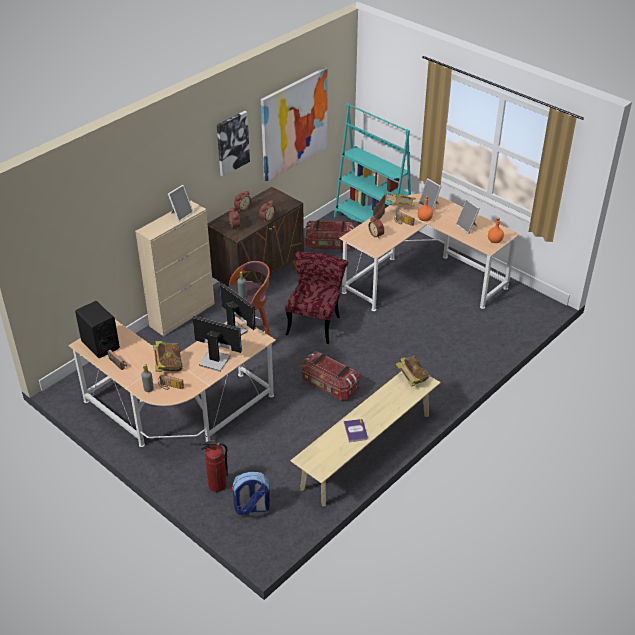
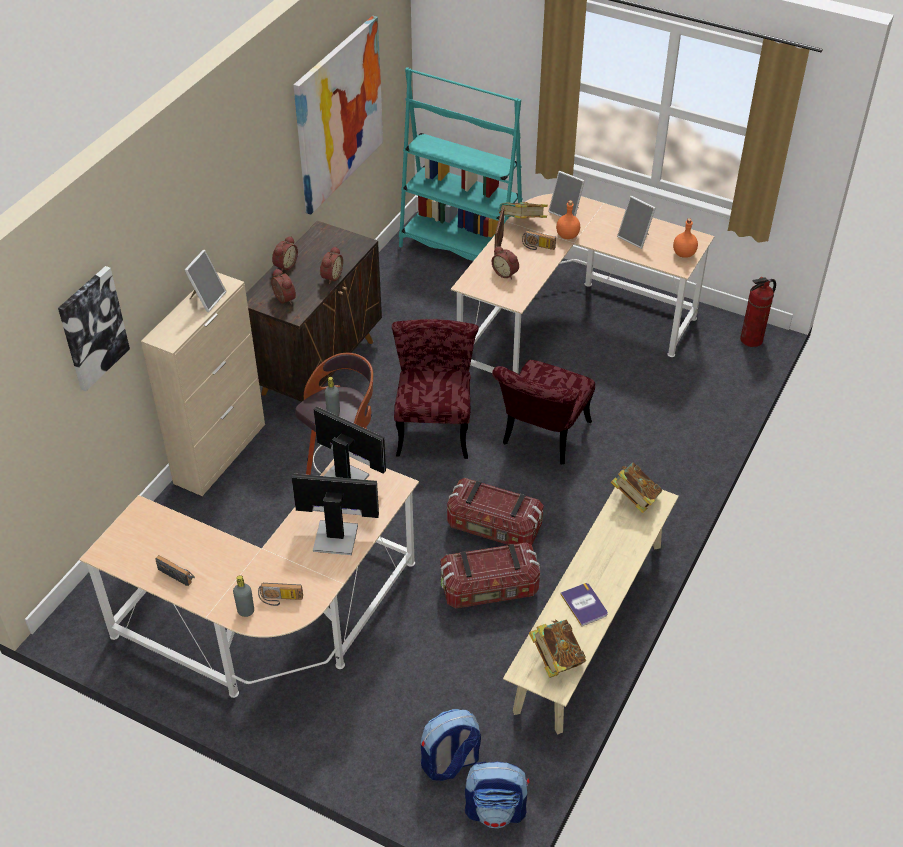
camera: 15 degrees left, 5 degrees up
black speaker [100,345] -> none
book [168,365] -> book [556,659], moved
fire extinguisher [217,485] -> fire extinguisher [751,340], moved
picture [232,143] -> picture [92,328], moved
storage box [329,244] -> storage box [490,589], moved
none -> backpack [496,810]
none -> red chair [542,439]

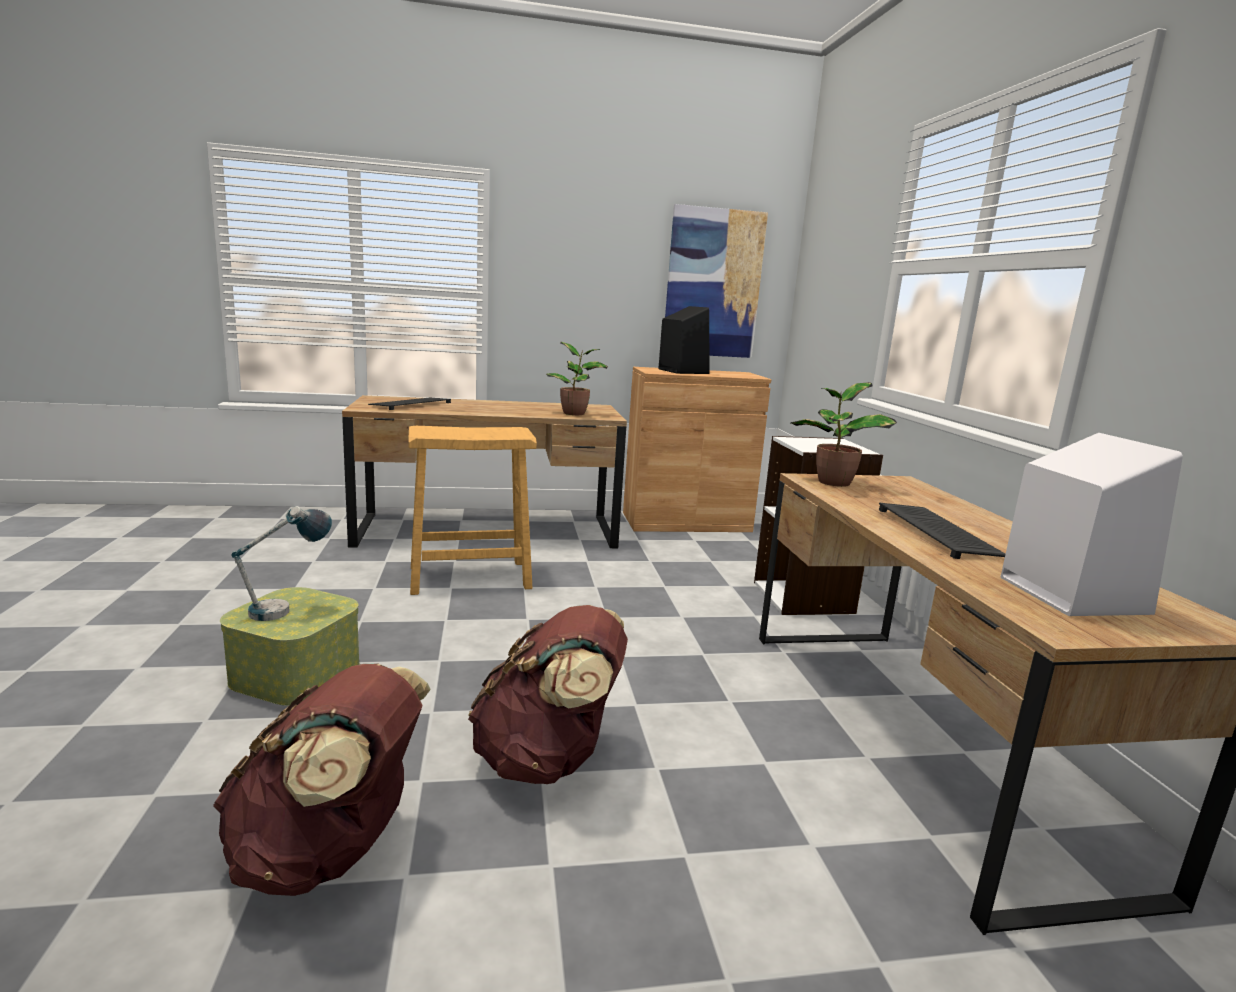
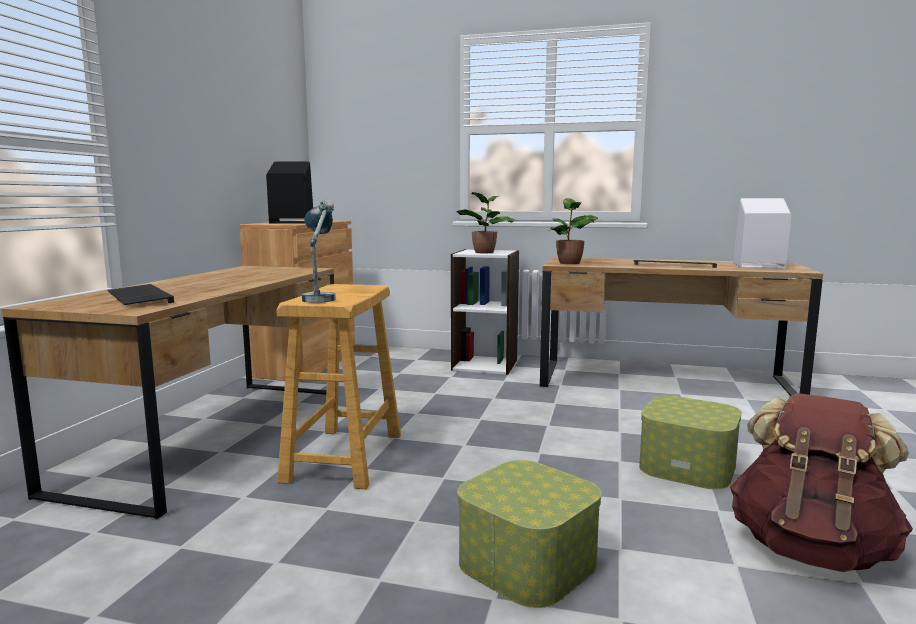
camera: 65 degrees left, 5 degrees down
table lamp [287,609] -> table lamp [320,297], moved
brown backpack [548,759] -> storage box [687,466]
potted plant [575,413] -> potted plant [485,252], moved
picture [713,283] -> none

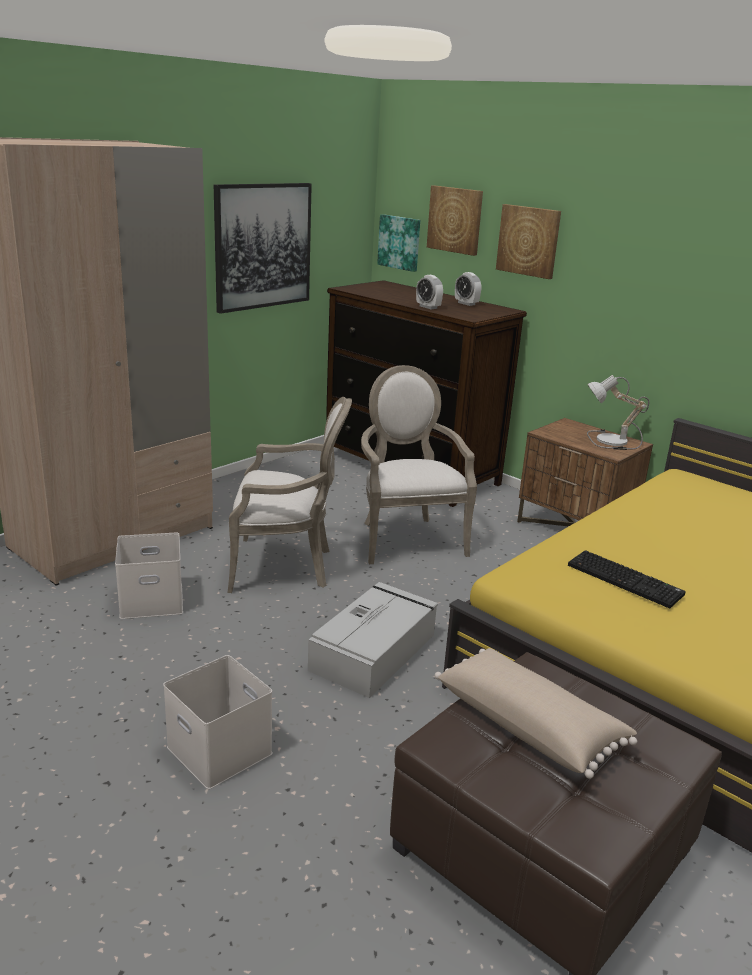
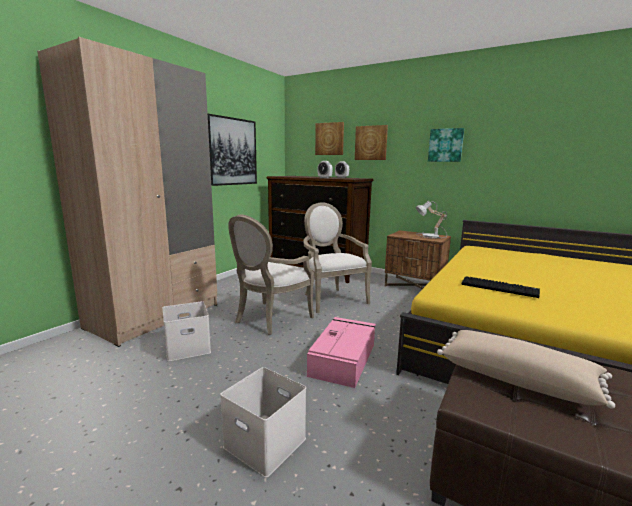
camera: 10 degrees left, 10 degrees down
armchair [286,566] -> armchair [269,319], 135 degrees clockwise
grey storage box [374,651] -> pink storage box [343,358]
picture [400,242] -> picture [445,145], moved

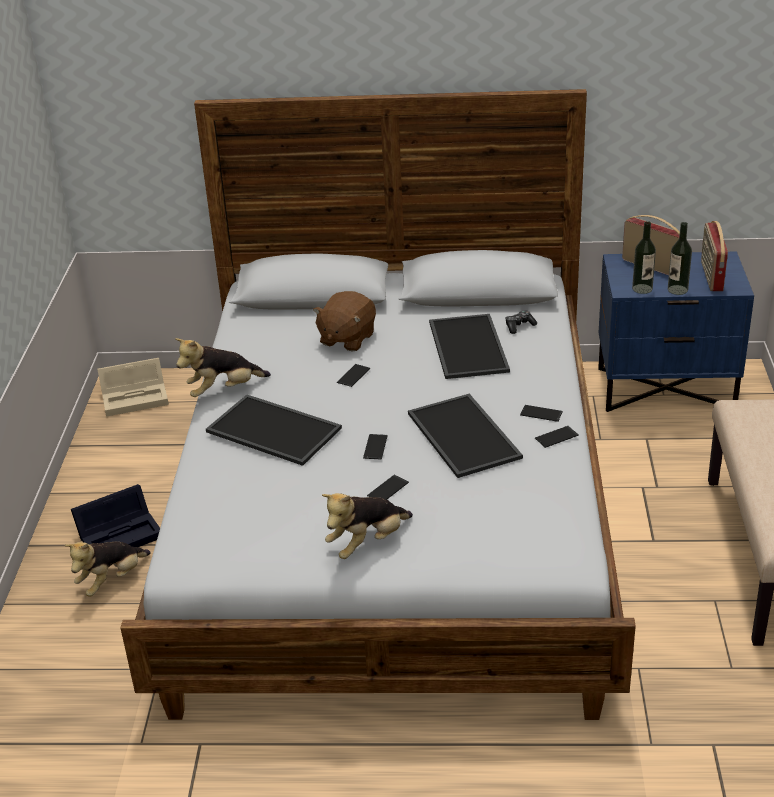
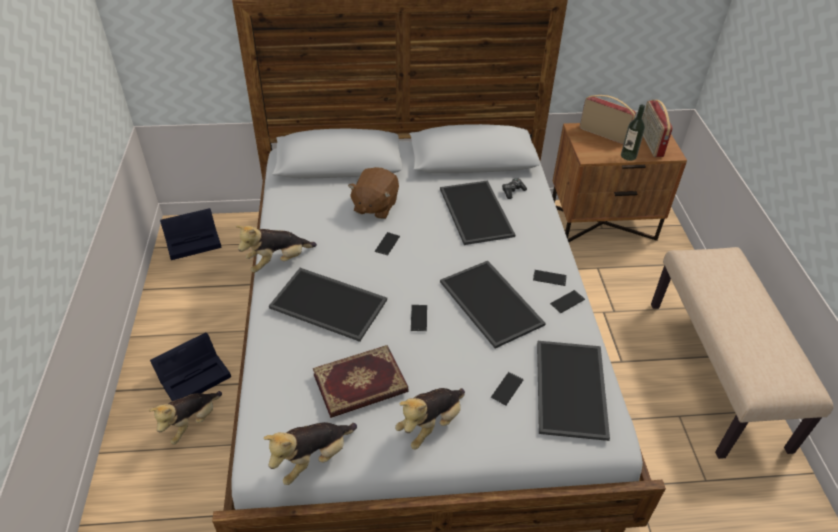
camera: 10 degrees left, 10 degrees up
beige storage box [136,397] -> black storage box [194,241]
phone [388,489] -> phone [507,388], moved
blue nightstand [666,387] -> brown nightstand [602,222]
bottle [642,289] -> none
none -> plush toy [313,459]
none -> book [361,384]
none -> tray [573,390]

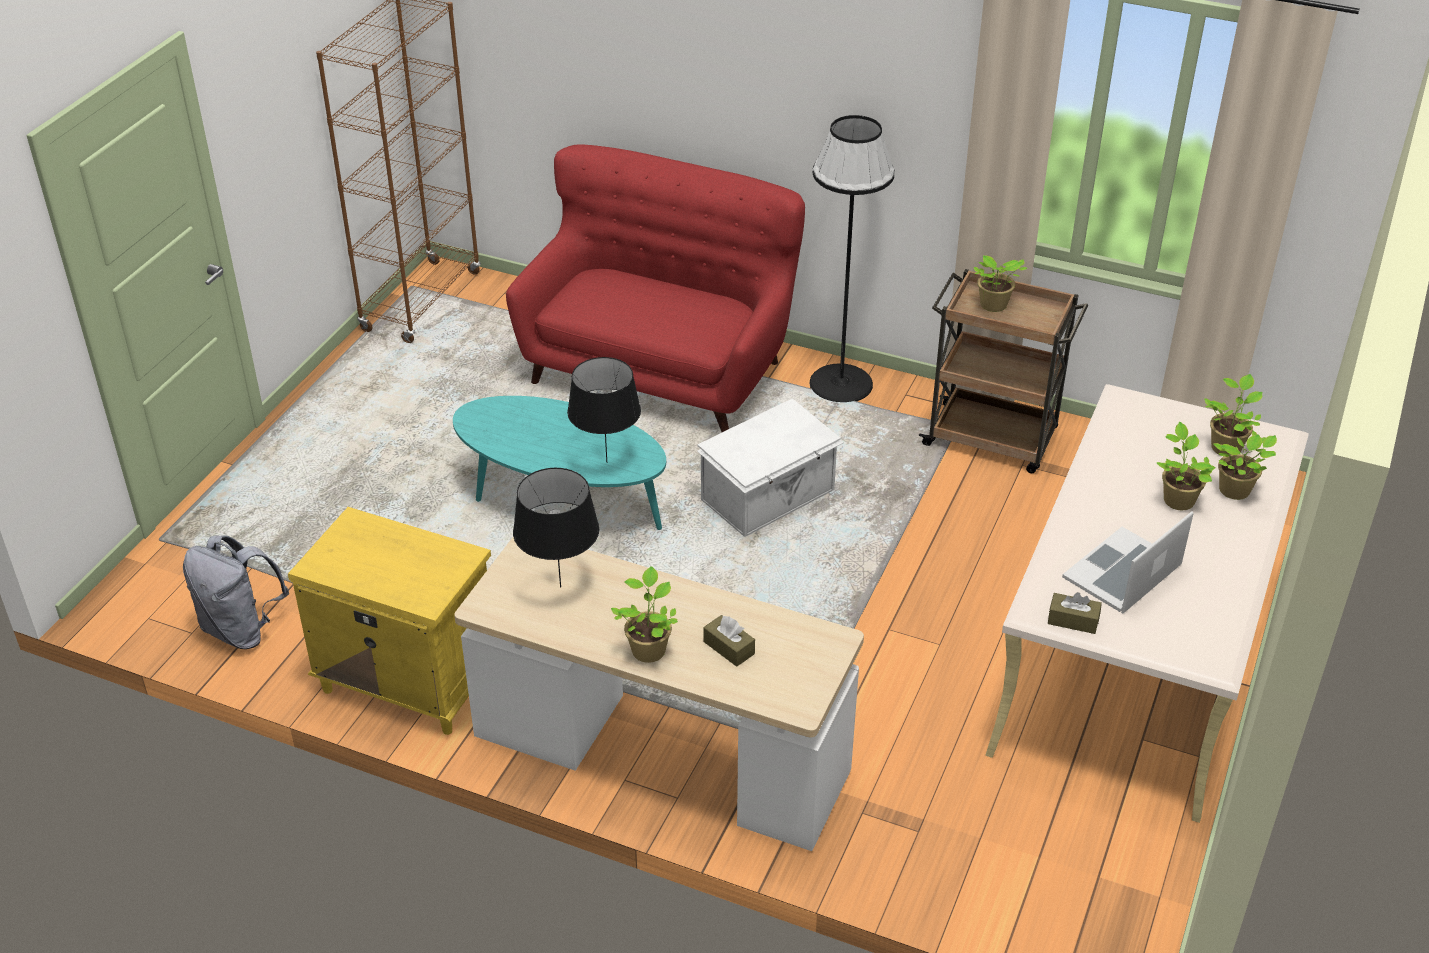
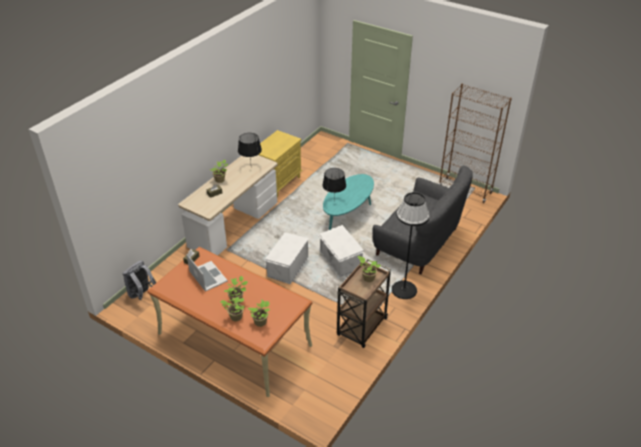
camera: 100 degrees right, 0 degrees up
grey backpack [242,629] -> grey backpack [141,294], moved
red sofa [659,367] -> grey sofa [419,242]
beige desk [1136,653] -> orange desk [234,339]
none -> white storage box [287,267]

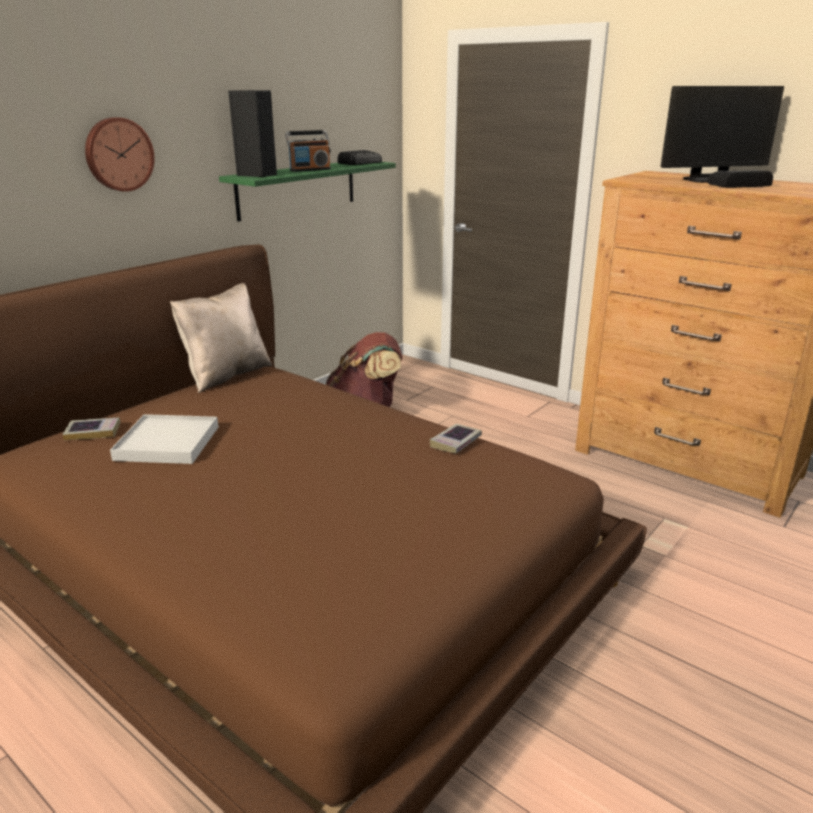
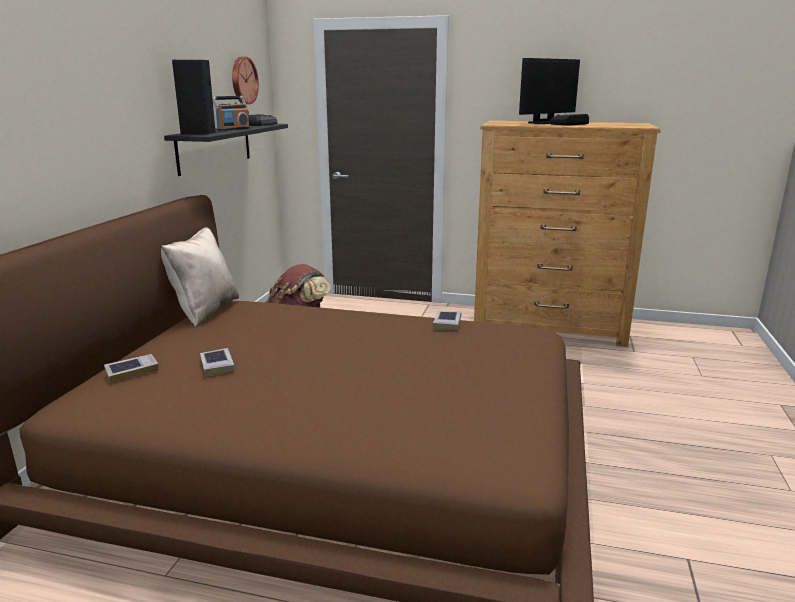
camera: 25 degrees left, 5 degrees down
wall clock [118,154] -> wall clock [243,80], moved
white tray [167,443] -> book [217,365]
green shelf [297,189] -> black shelf [215,147]

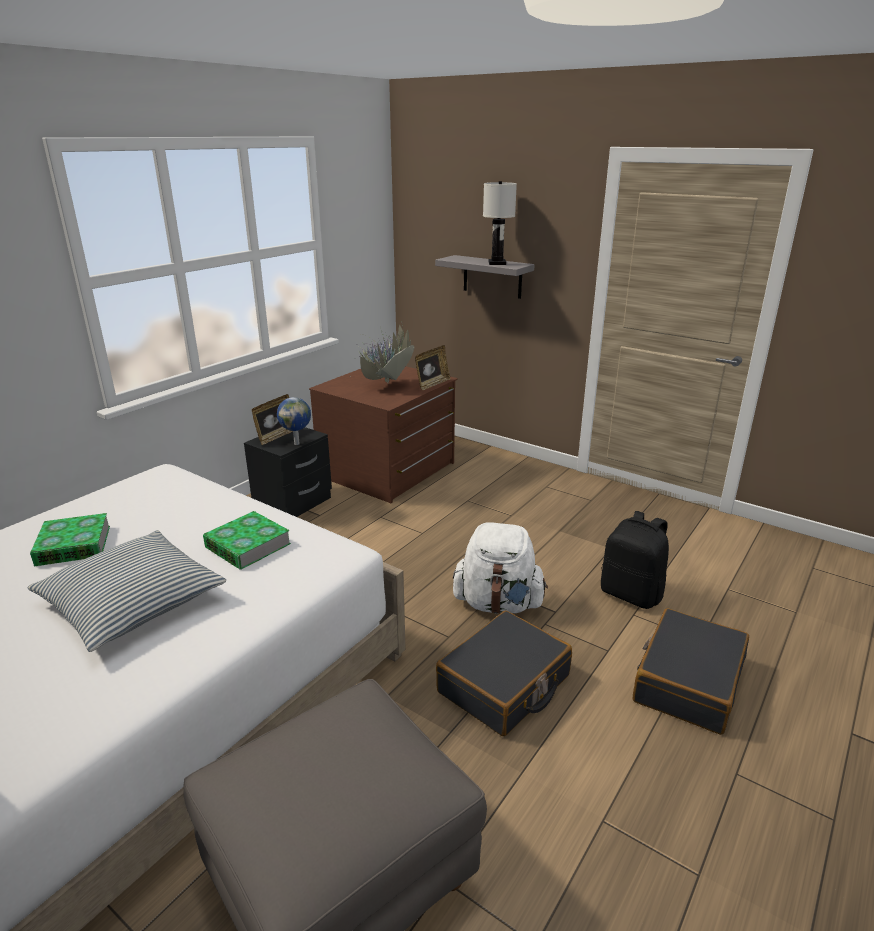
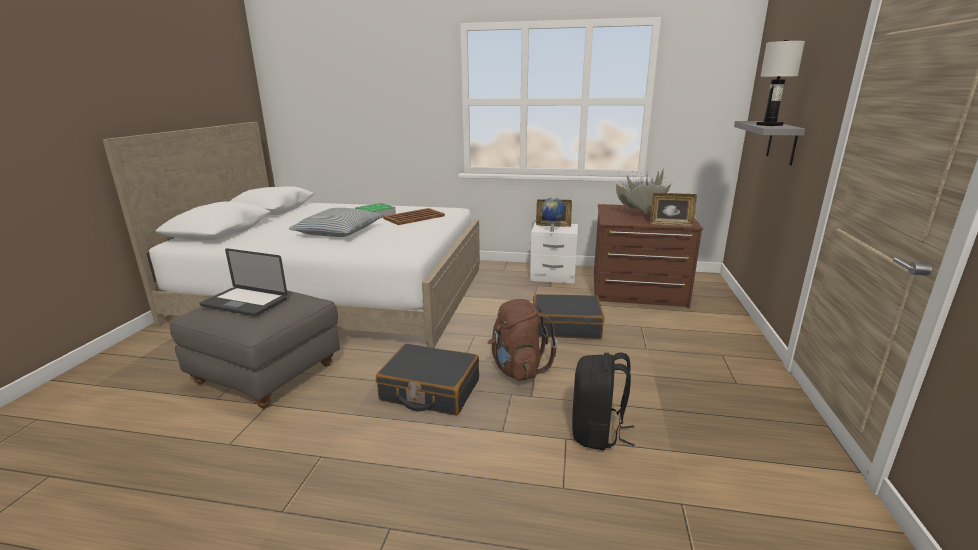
camera: 65 degrees right, 5 degrees down
book [248,545] -> none
black nightstand [294,503] -> white nightstand [553,276]
white backpack [498,603] -> brown backpack [517,369]
black suitcase [687,682] -> black suitcase [566,326], moved
none -> laptop [244,302]
none -> brown tray [414,217]

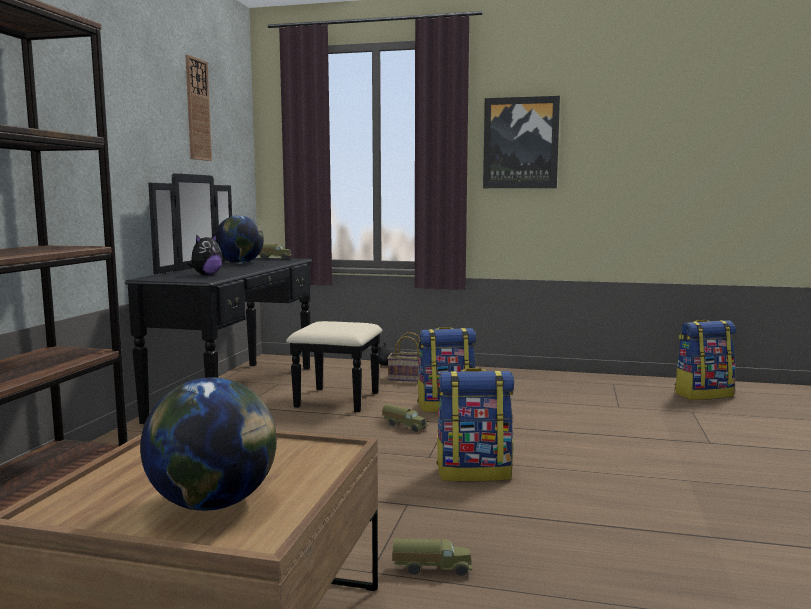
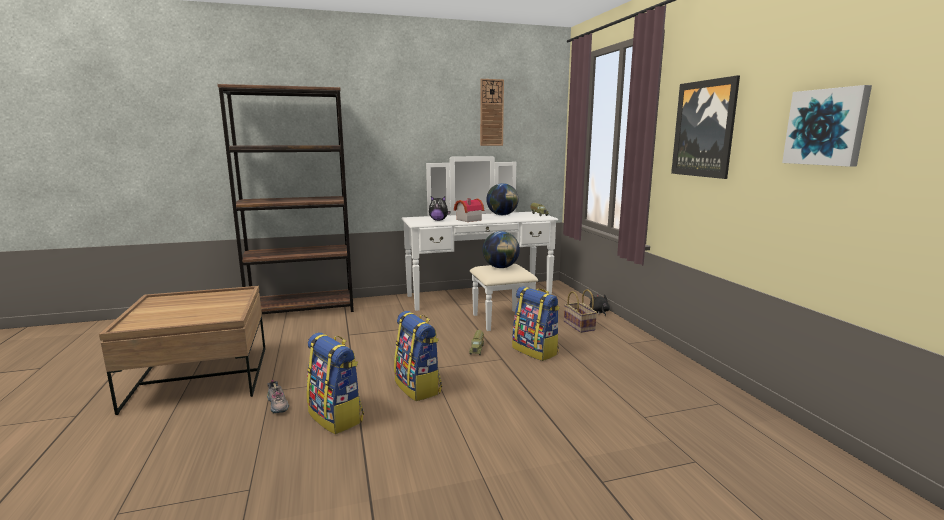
camera: 60 degrees right, 5 degrees up
black dresser [259,393] -> white dresser [484,301]
globe [214,503] -> globe [501,267], moved
toy truck [432,568] -> shoe [278,405]
backpack [703,394] -> backpack [337,417], moved
none -> toy house [467,220]
none -> picture [826,127]

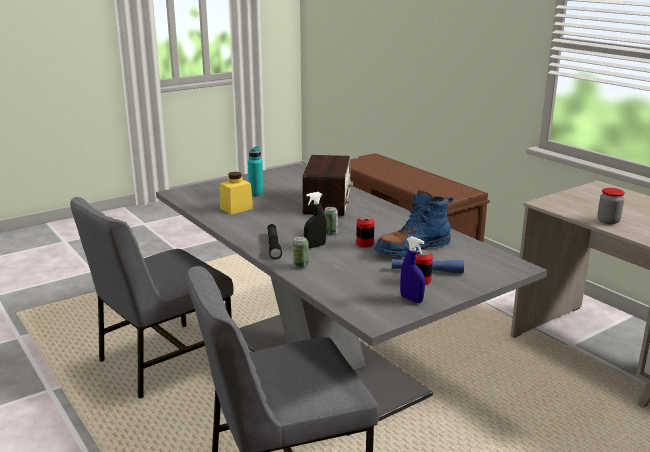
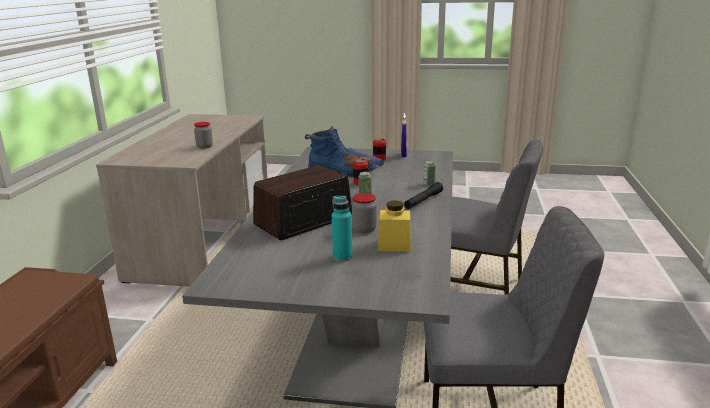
camera: 135 degrees left, 0 degrees up
black spray bottle [315,246] -> none
none -> jar [364,229]

